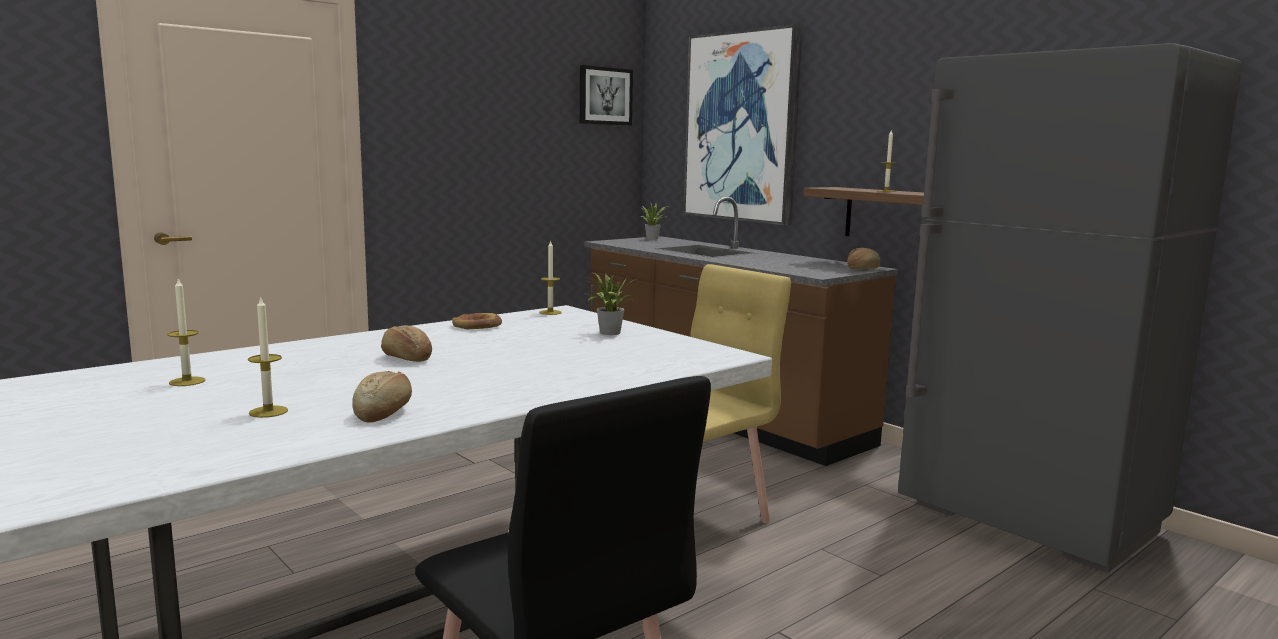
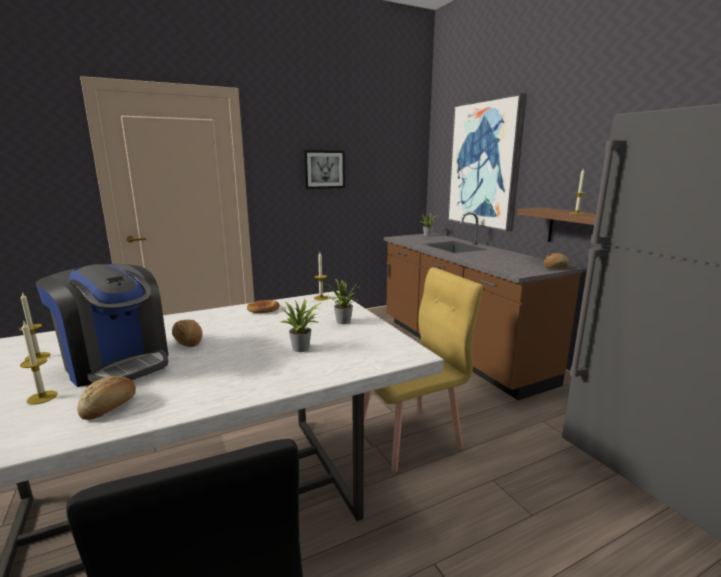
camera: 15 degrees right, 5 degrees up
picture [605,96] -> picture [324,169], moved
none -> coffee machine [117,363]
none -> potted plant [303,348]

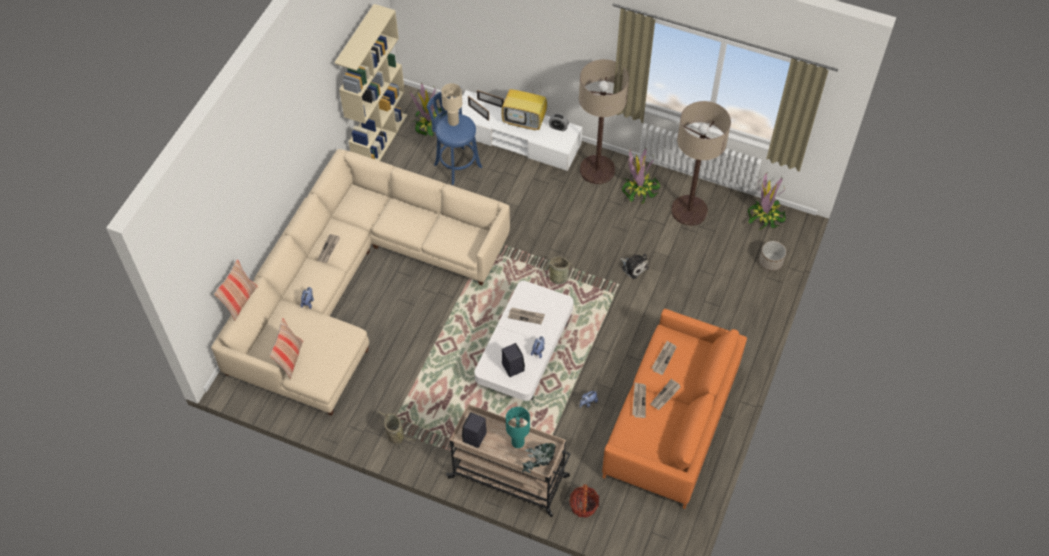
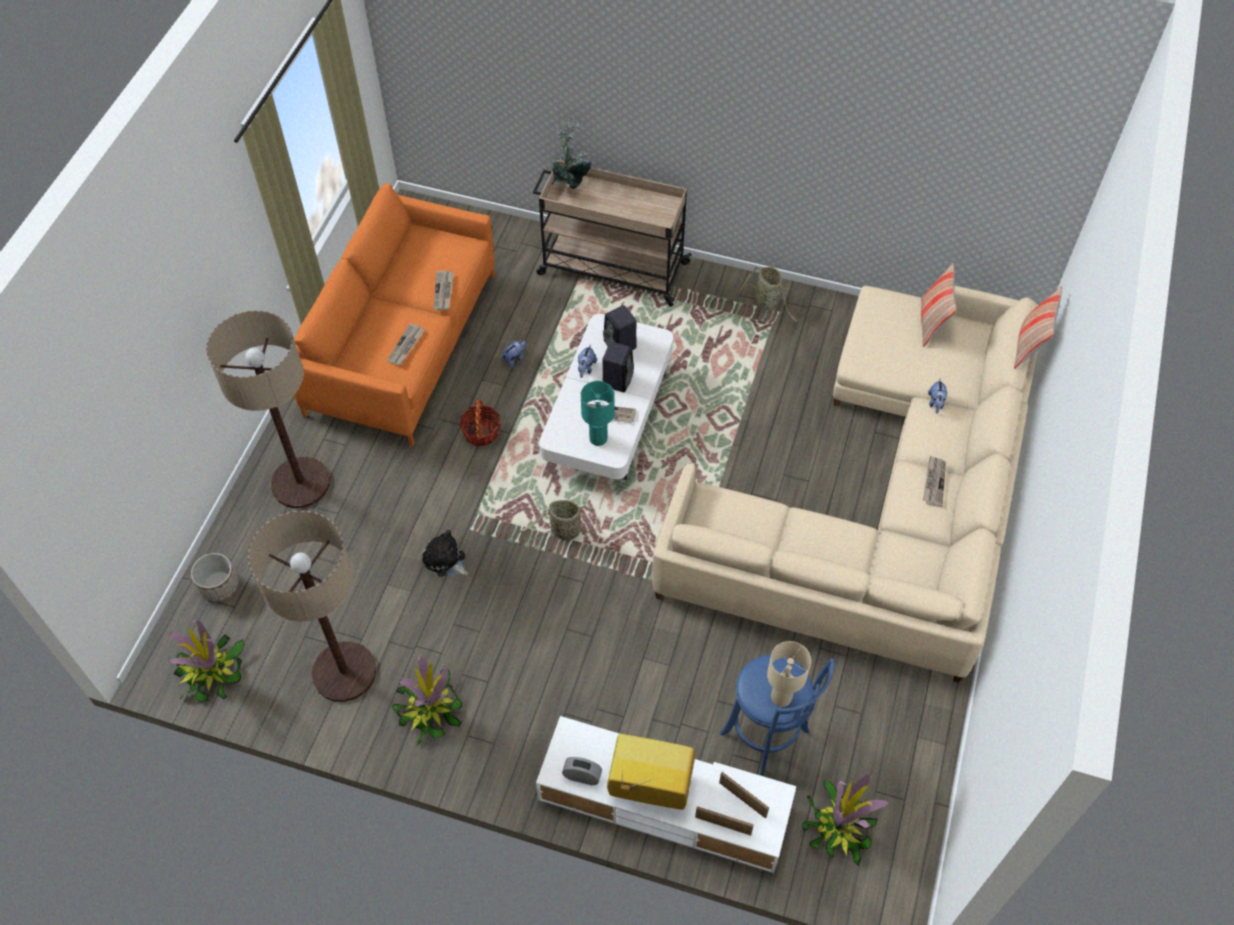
camera: 175 degrees right, 0 degrees up
beige bookcase [380,139] -> none
black speaker [474,438] -> black speaker [617,379], moved
turquoise table lamp [517,442] -> turquoise table lamp [599,439], moved
basket [583,505] -> basket [481,432], moved
floor lamp [597,170] -> floor lamp [300,483], moved
newspaper [665,396] -> none

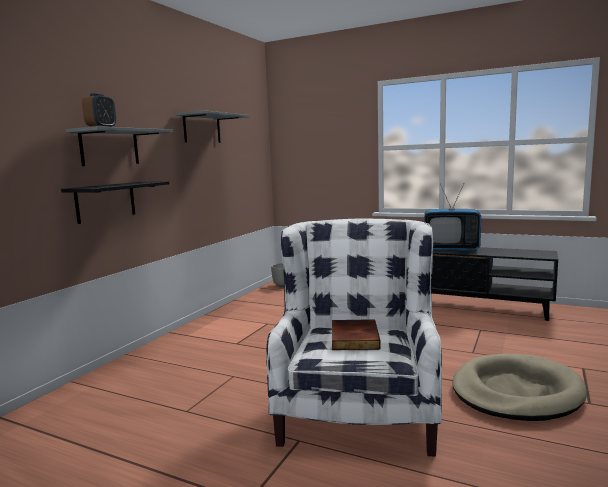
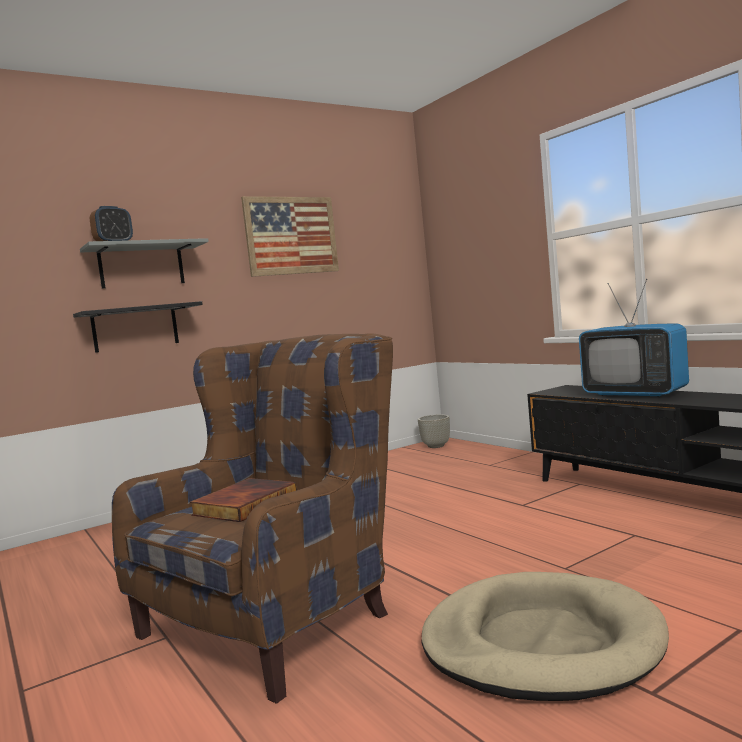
camera: 30 degrees right, 5 degrees down
grey shelf [202,128] -> picture [291,235]
white armchair [358,409] -> brown armchair [284,615]

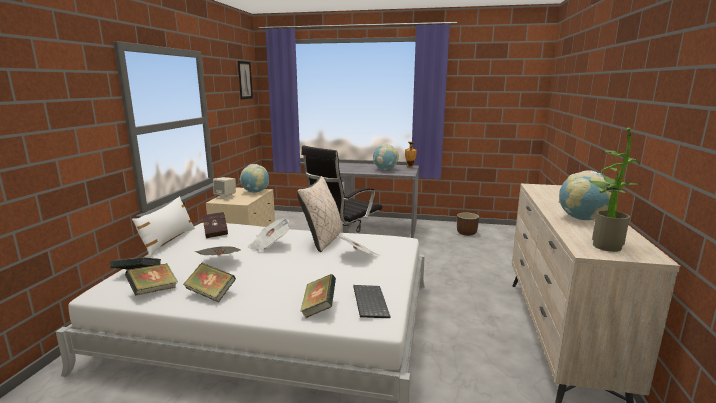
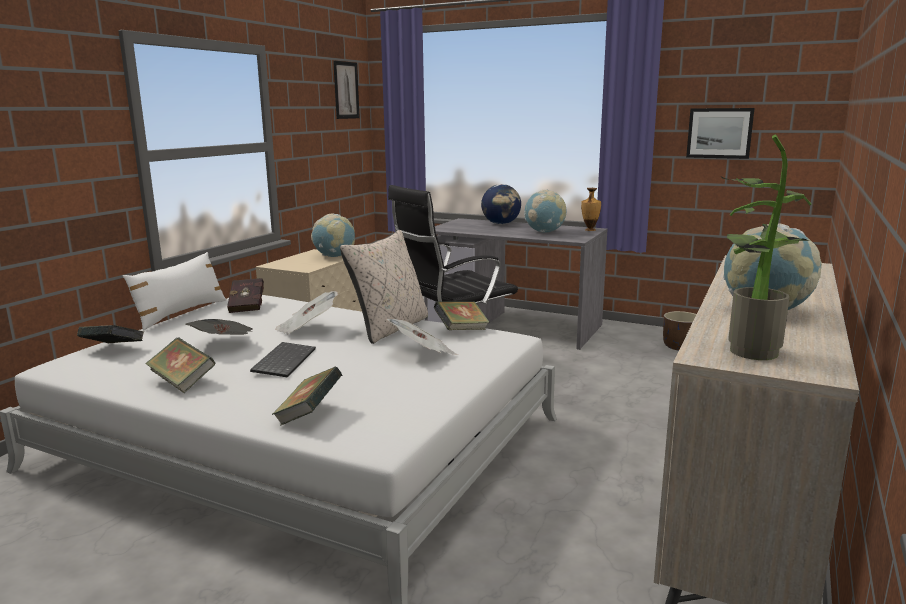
camera: 15 degrees right, 0 degrees up
book [153,290] -> book [461,330], moved
beige speaker [225,197] -> none
keyboard [369,302] -> keyboard [283,361], moved
none -> globe [501,224]
none -> picture [719,133]

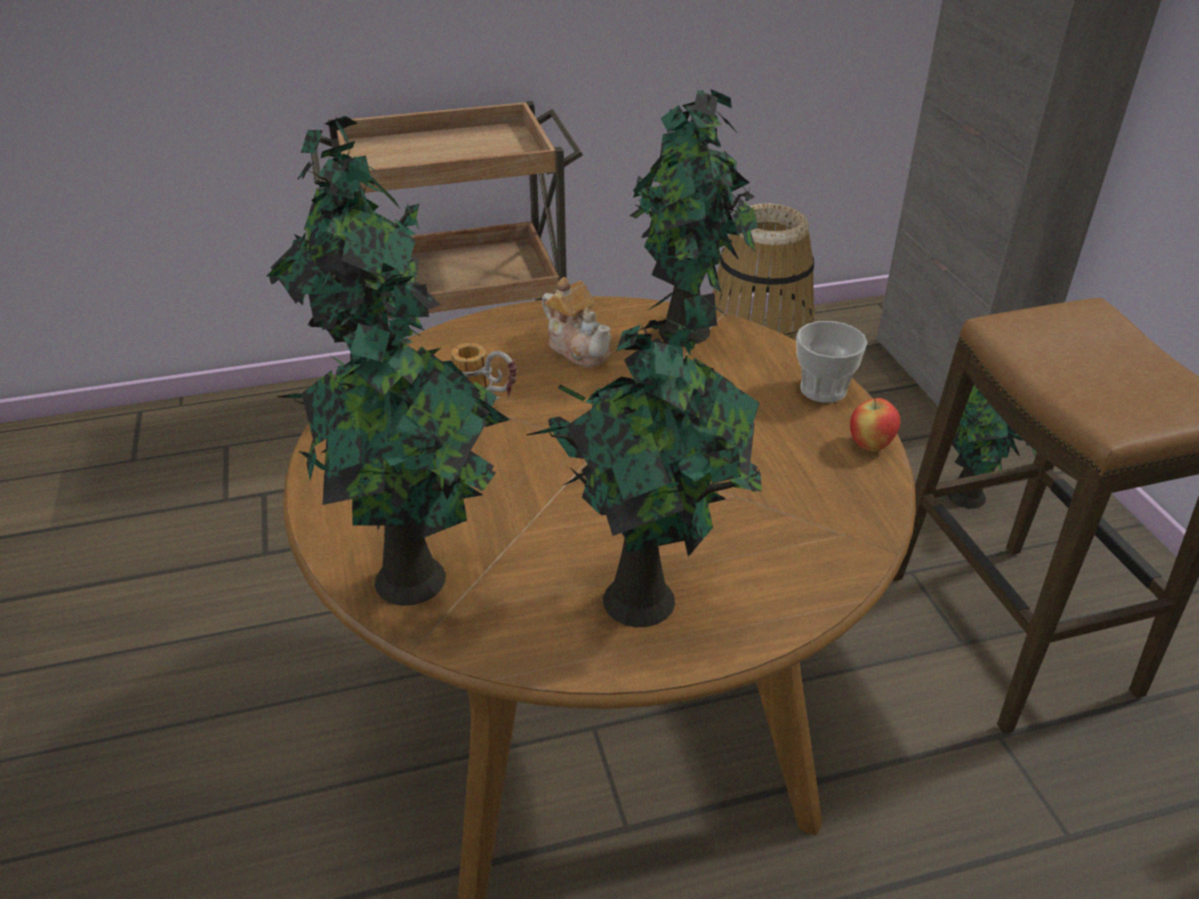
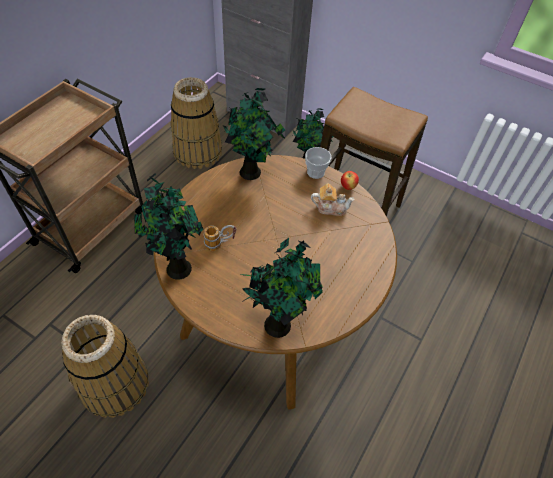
camera: 45 degrees left, 15 degrees up
potted plant [645,597] -> none
teapot [578,348] -> teapot [330,207], moved
none -> basket [114,383]

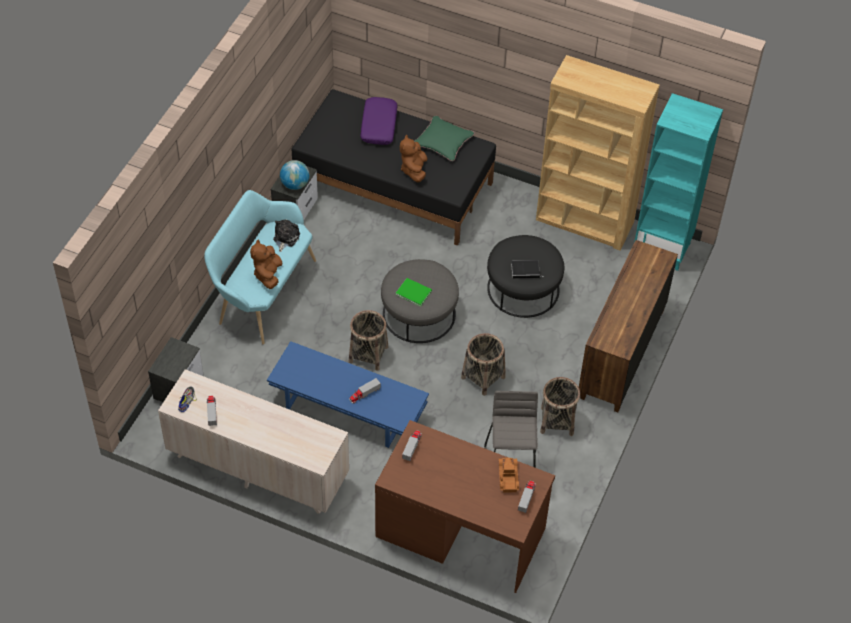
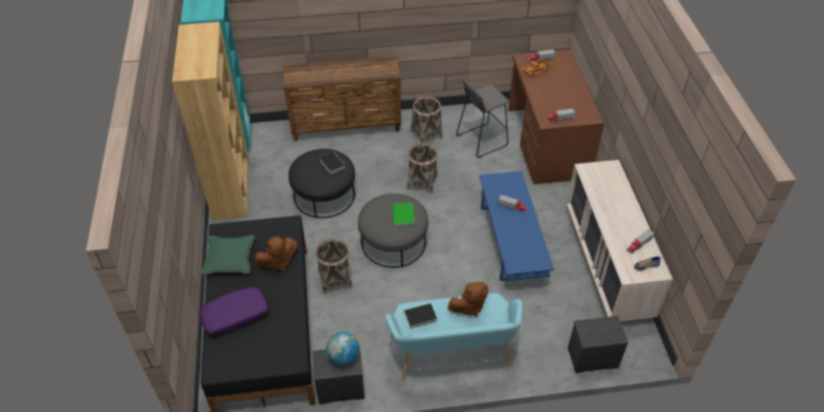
camera: 120 degrees left, 5 degrees down
plush toy [285,238] -> book [419,317]
basket [368,354] -> basket [335,279], moved

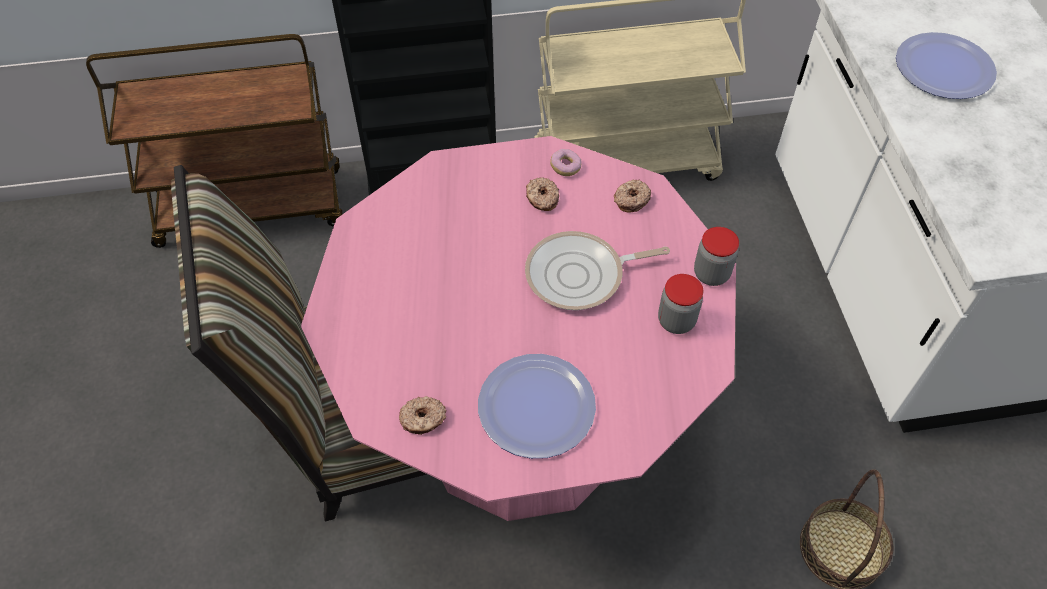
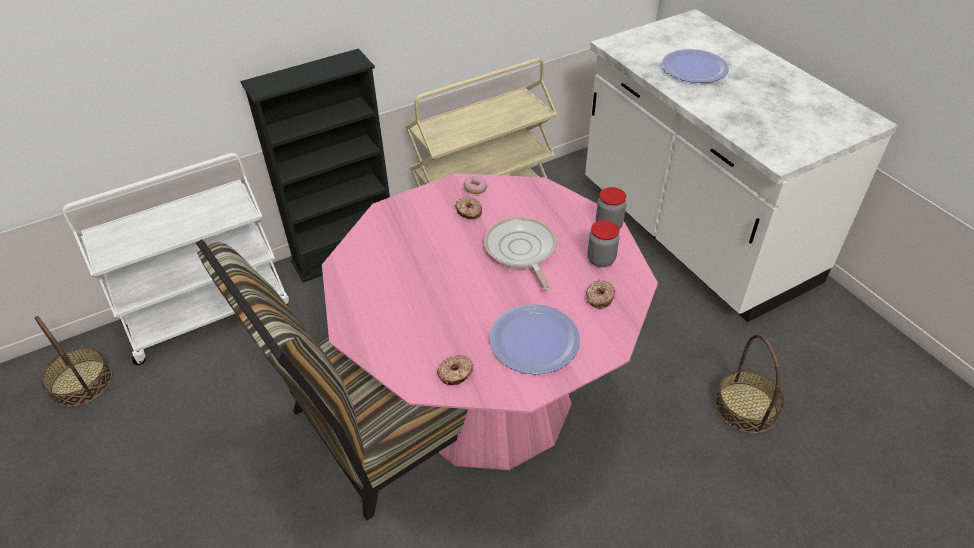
camera: 20 degrees left, 10 degrees down
brown cart [252,206] -> white cart [209,313]
frying pan [580,276] -> frying pan [521,251], 105 degrees clockwise
donut [631,199] -> donut [599,297], moved
none -> basket [81,383]

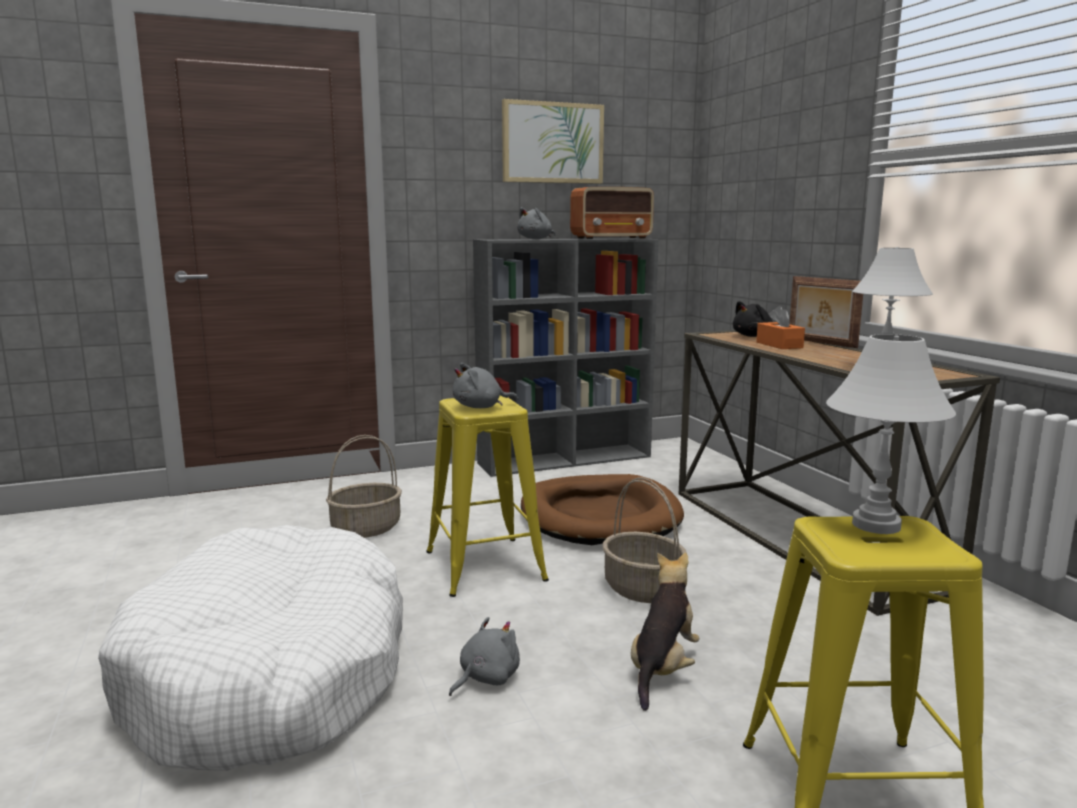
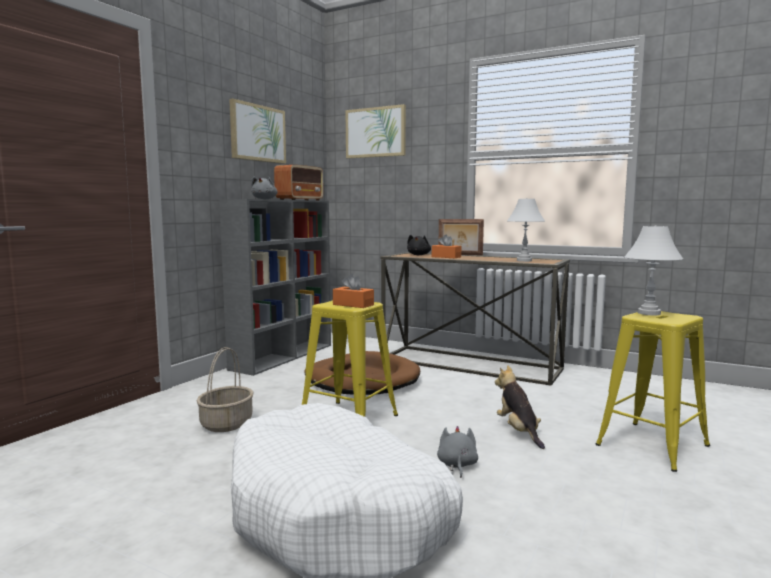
camera: 40 degrees left, 5 degrees down
grey plush toy [481,407] -> orange tissue box [353,305]
basket [644,589] -> none
none -> picture [375,132]

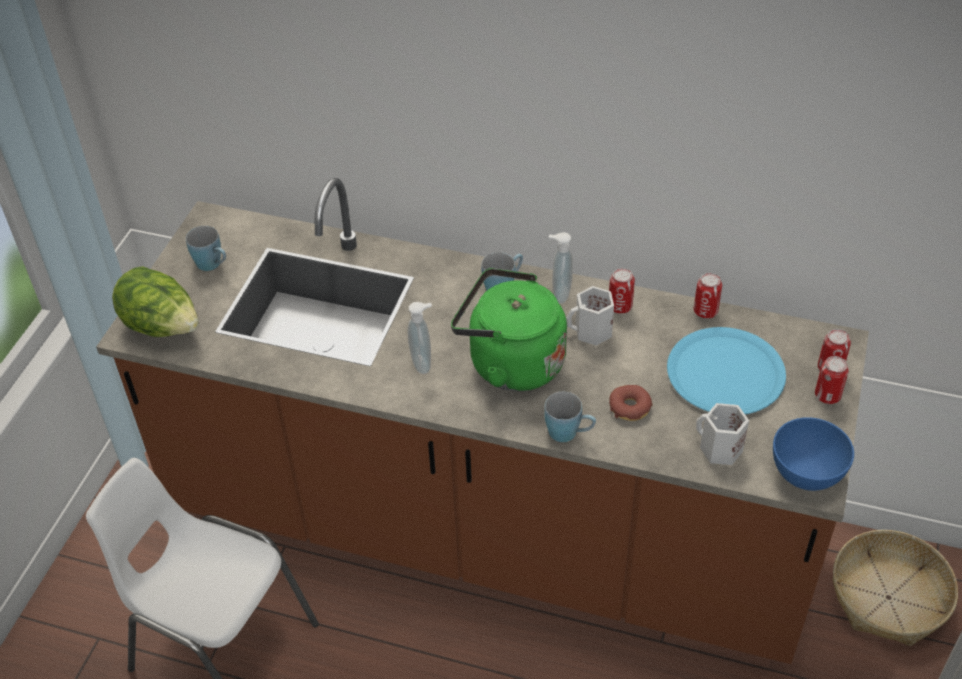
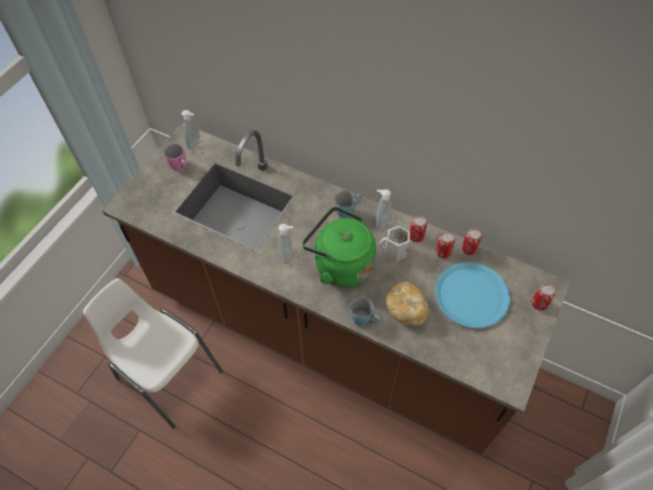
camera: 10 degrees right, 10 degrees up
lettuce [163,327] -> none
blue mug [213,265] -> pink mug [180,167]
donut [630,407] -> bread [406,309]
white mug [718,449] -> none
blue bowl [806,473] -> none
can [827,395] -> can [443,252], moved
basket [888,598] -> none
none -> soap dispenser [195,144]

